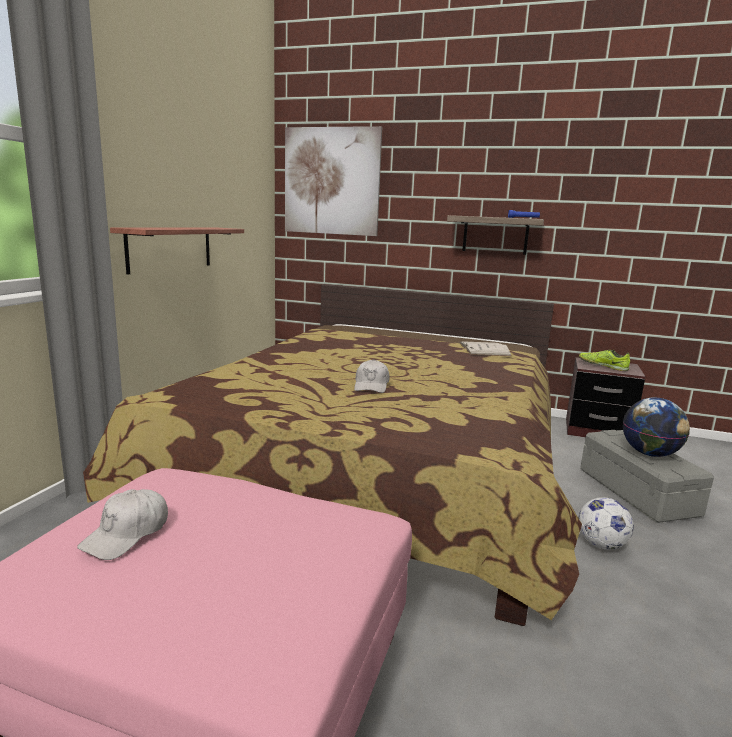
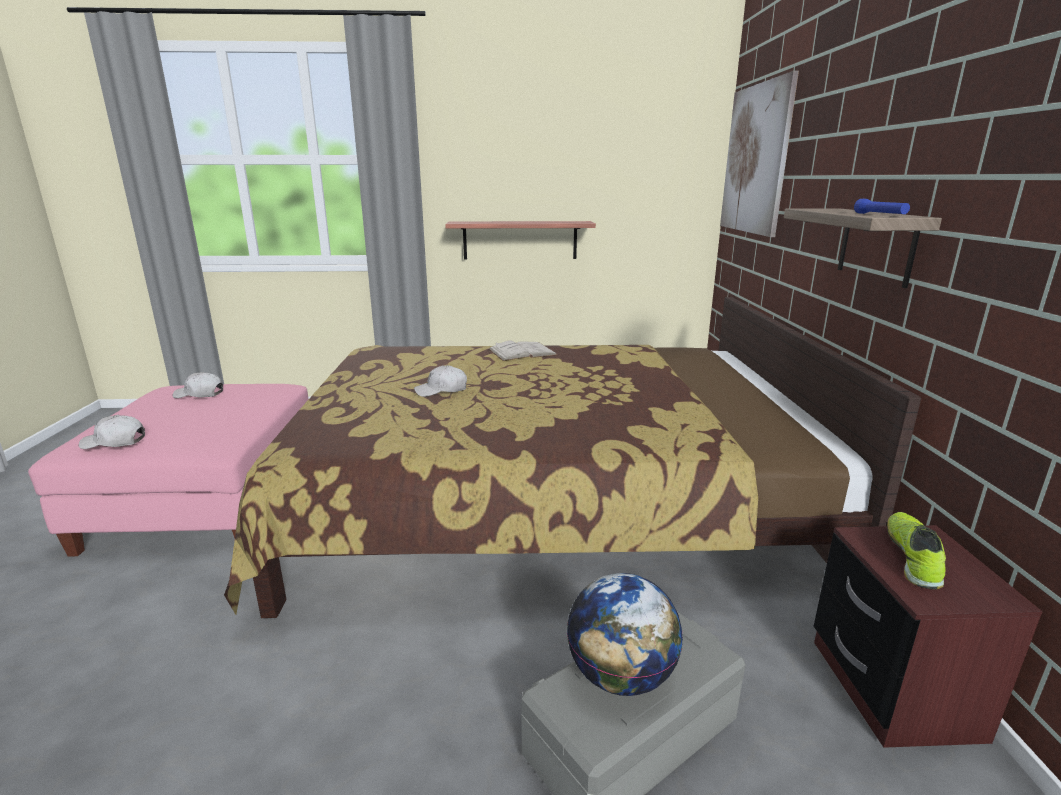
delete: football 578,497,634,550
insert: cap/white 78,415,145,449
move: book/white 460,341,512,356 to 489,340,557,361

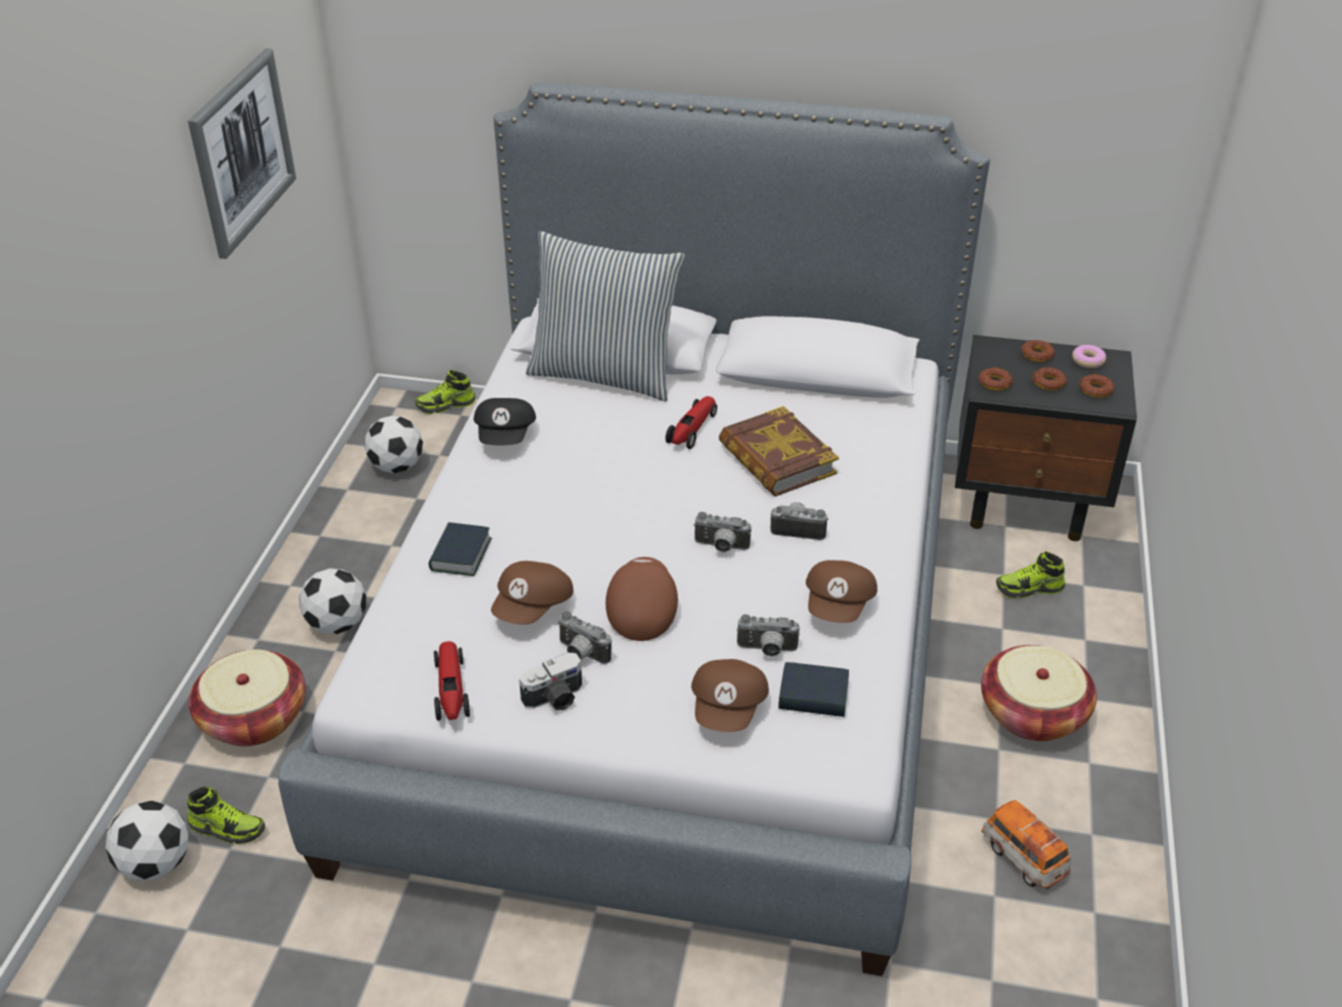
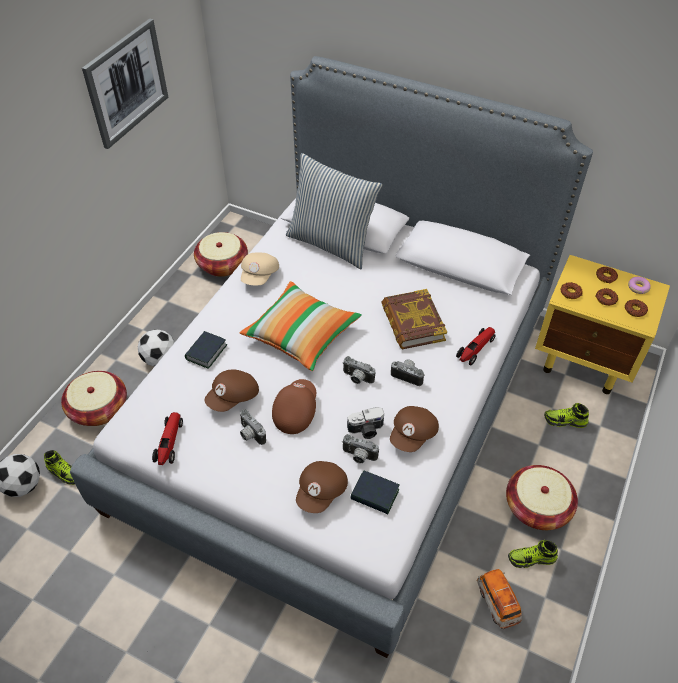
insert: pillow 240,281,362,371
move: shoe 415,370,476,414 to 508,540,558,568; photo camera 519,652,582,711 to 347,407,384,439; toy car 665,396,717,449 to 456,327,496,365
replace: football 364,416,423,473 to basket 194,232,248,277
recolor: cap/black 474,398,536,445 to cap/beige 241,253,279,286; nightstand/black 955,335,1137,541 to nightstand/yellow 535,255,670,394

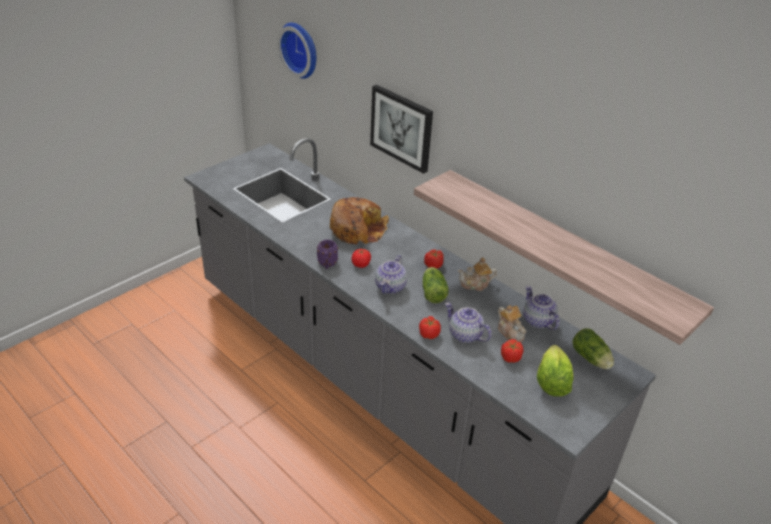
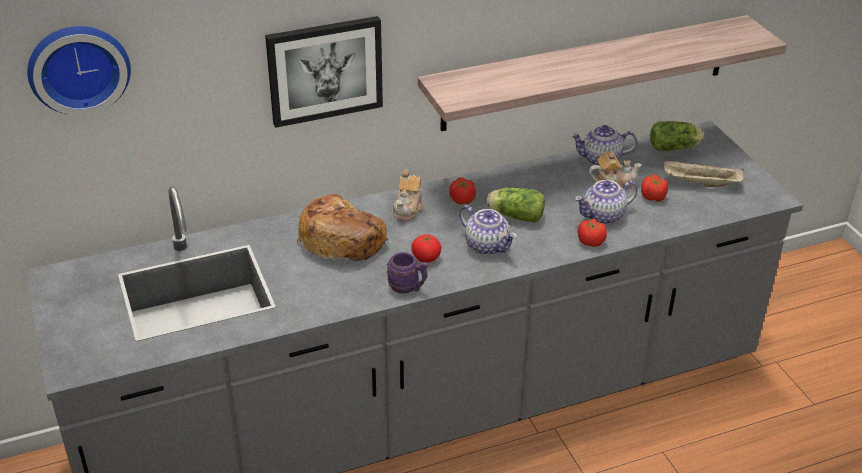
move: teapot 458,257,497,291 to 393,170,423,221
replace: lettuce 537,345,574,397 to tray/beige 664,160,744,187

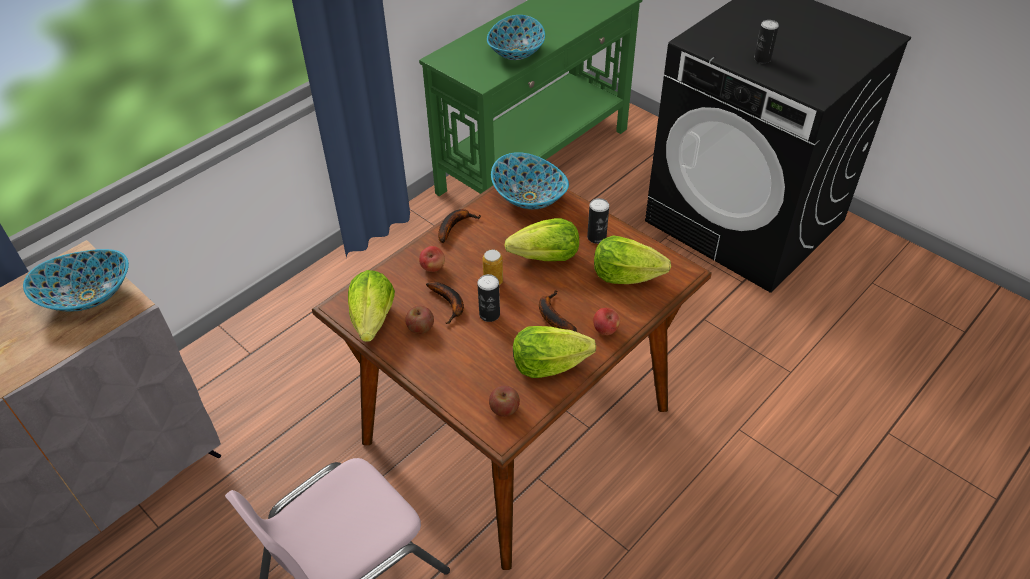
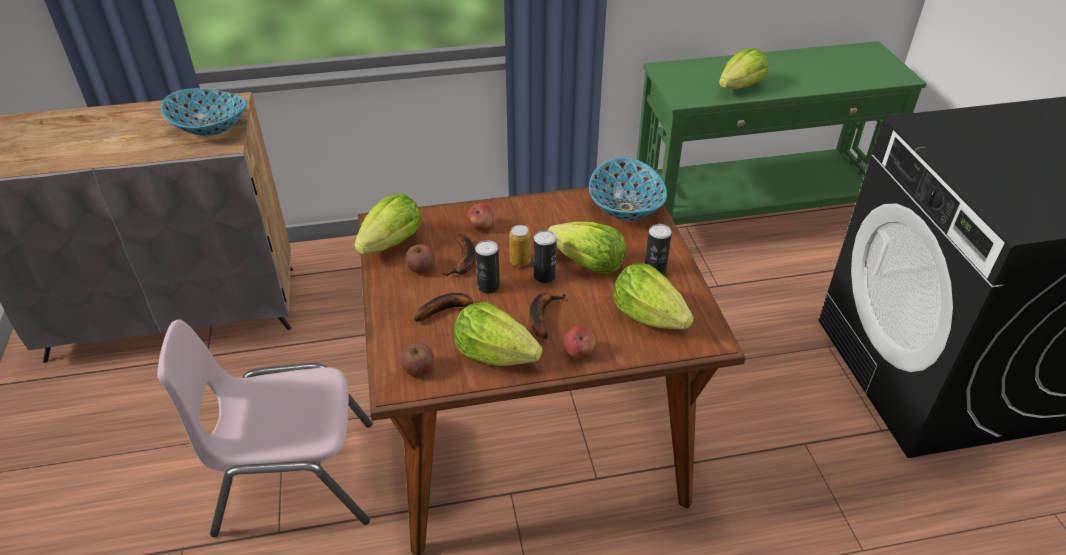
move: banana 438,209,481,243 to 414,293,473,322; can 754,20,779,63 to 534,230,557,283
replace: bowl 487,15,545,60 to lettuce 719,48,768,89

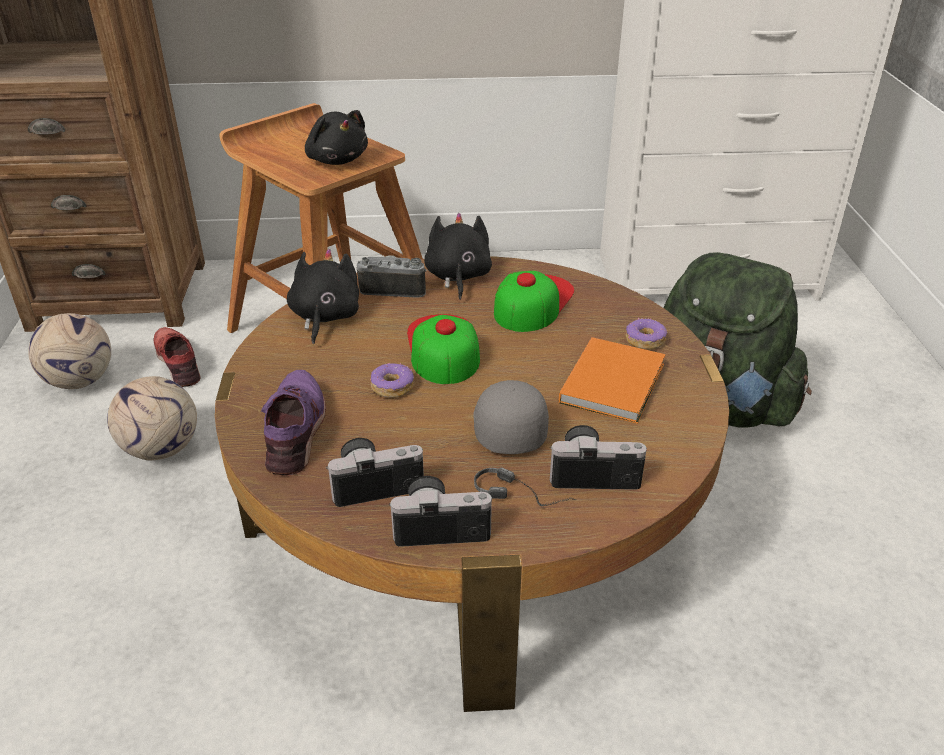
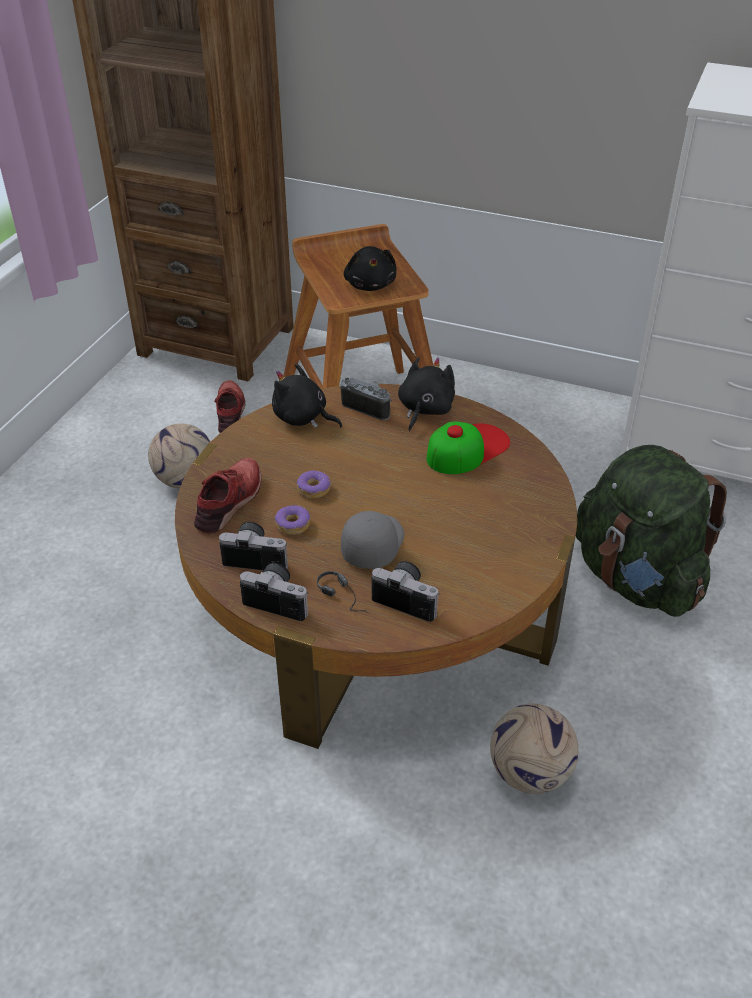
delete: cap 407,314,480,384; book/orange 559,337,665,424
move: football 28,313,111,389 to 490,703,579,794; donut 625,318,667,350 to 274,505,310,535
recolor: shoe/purple 261,370,326,475 to shoe/red 194,458,261,534
rotate: plush toy/black 287,249,359,344 = 272,364,342,428 90 degrees counterclockwise

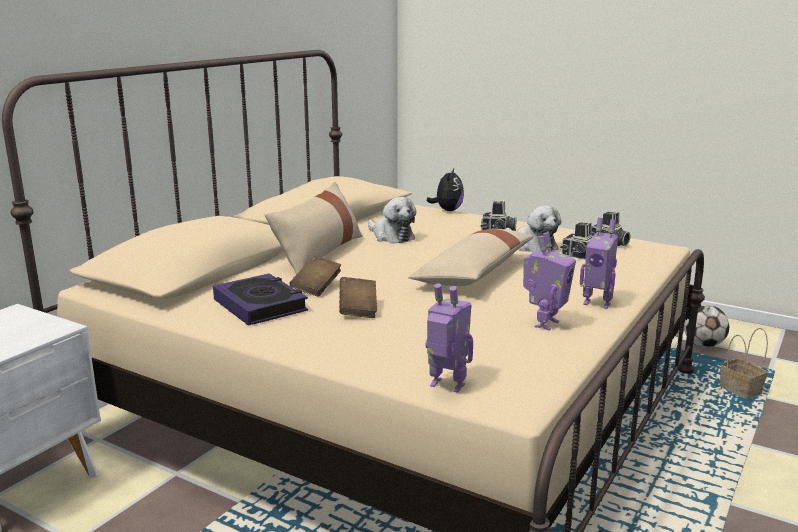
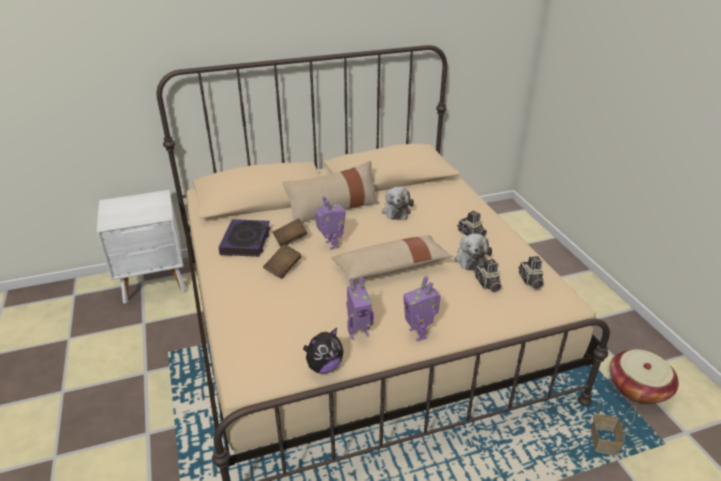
move: toy robot 425,283,473,393 to 315,196,346,250; plush toy 427,168,464,211 to 303,328,343,374
replace: football 684,305,729,347 to basket 610,349,679,404

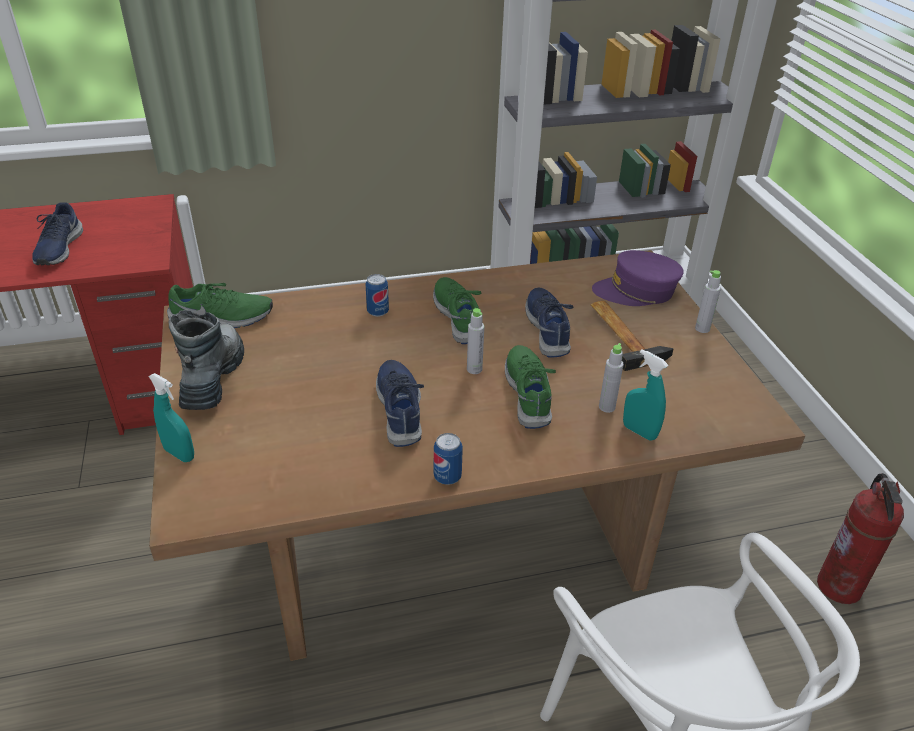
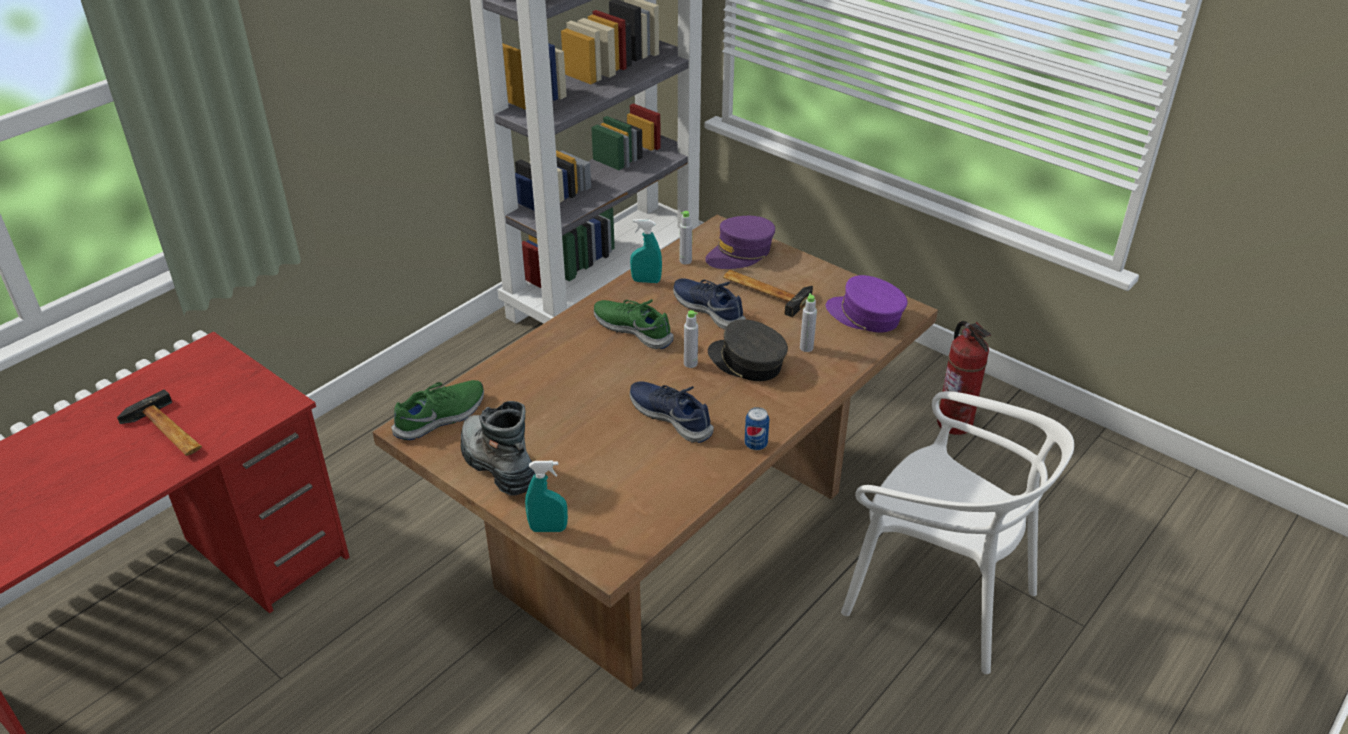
delete: can 366,274,389,317
insert: cap/purple 826,275,907,333
move: spray bottle/turquoise 623,350,668,441 to 630,219,662,283; bottle/grey 695,270,721,333 to 680,211,692,264
replace: shoe/blue 32,202,83,265 to hammer 117,389,202,456; shoe/green 505,345,556,429 to cap/grey 708,319,788,381

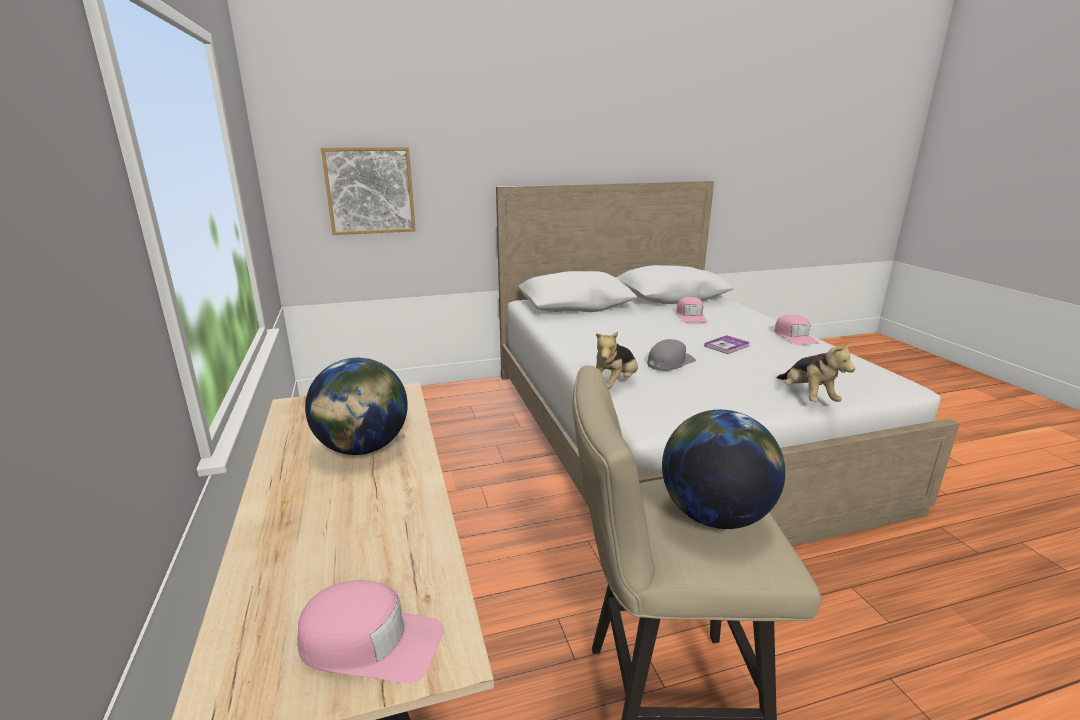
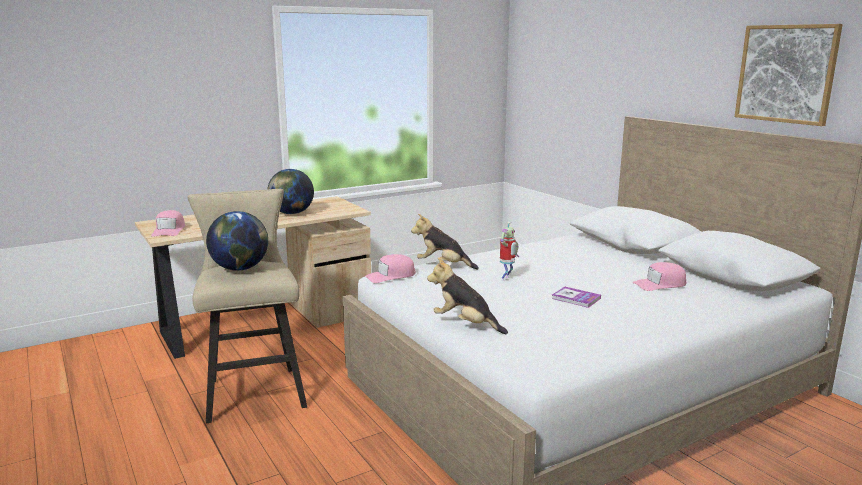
move: picture 321,147,416,235 to 735,24,843,126; cap/pink 774,315,819,345 to 365,254,416,283
replace: cap/grey 647,339,696,371 to toy robot 500,222,519,281
rotate: plush toy 777,340,855,402 = 427,258,508,334 60 degrees clockwise

